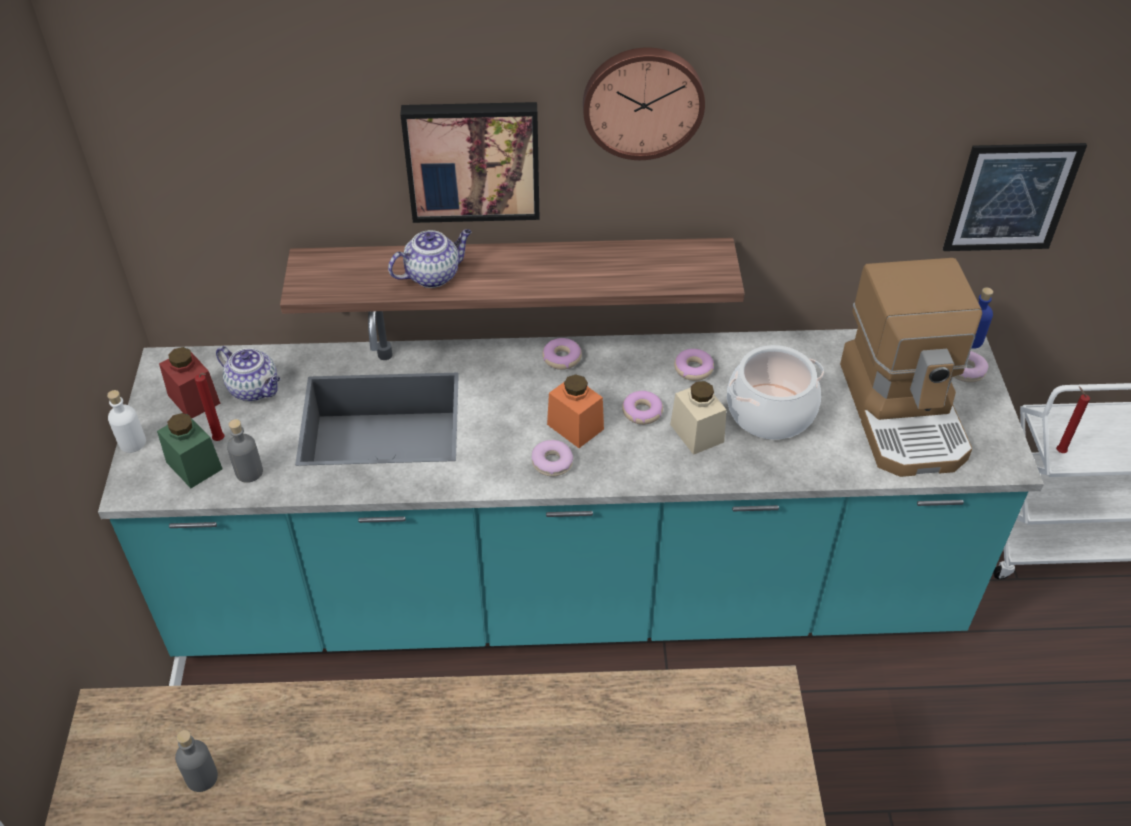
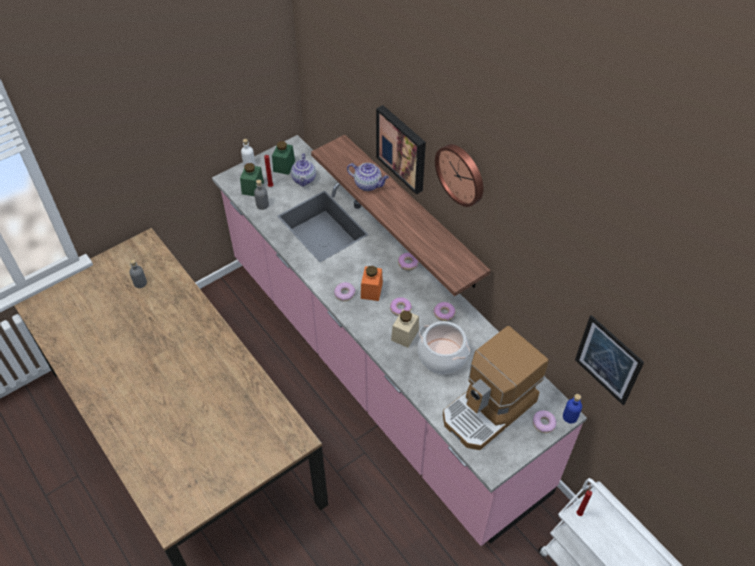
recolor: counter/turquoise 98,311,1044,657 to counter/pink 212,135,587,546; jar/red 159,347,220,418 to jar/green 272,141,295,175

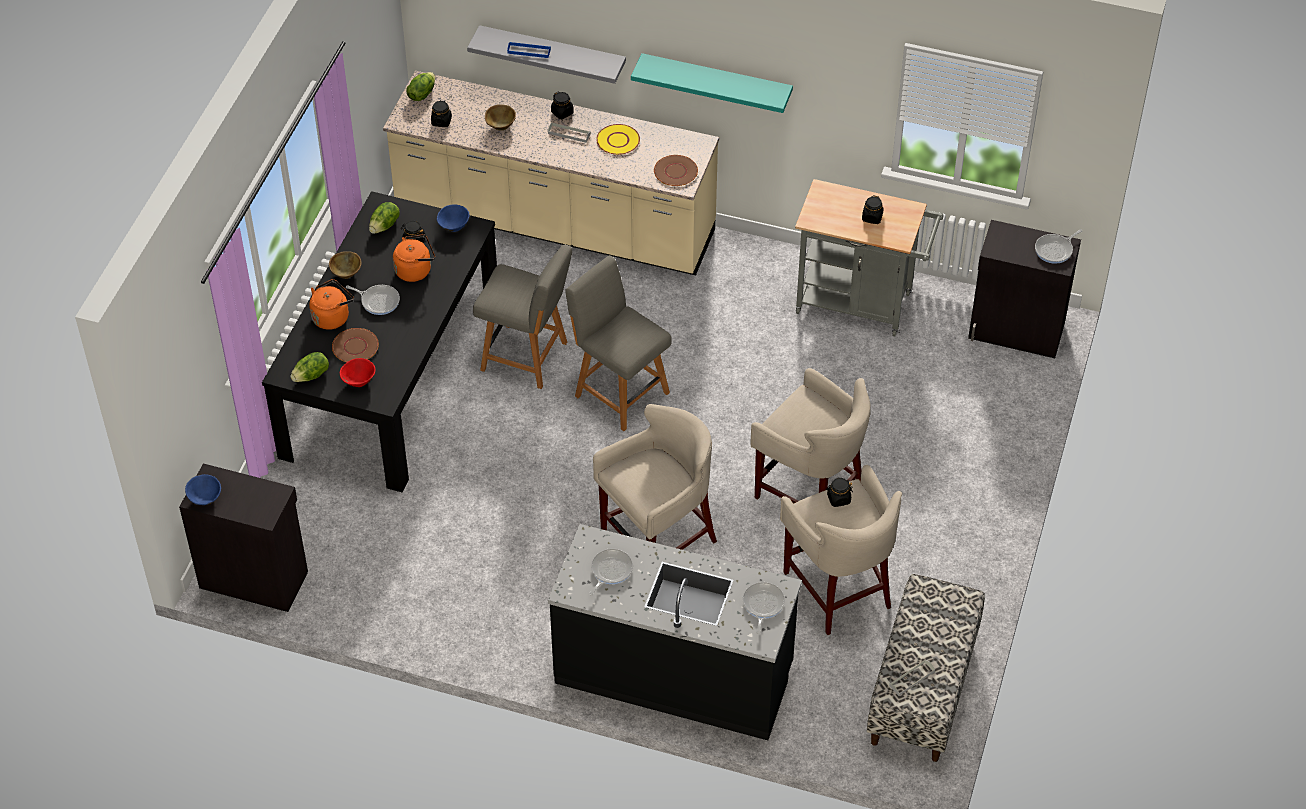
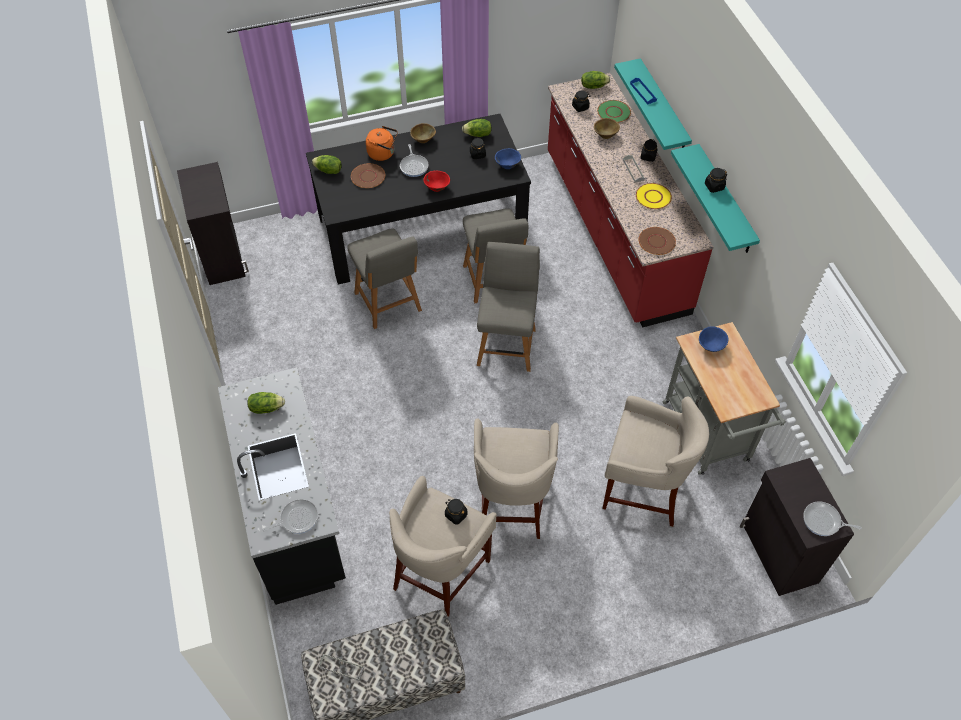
delete: kettle/orange 393,234,435,282
insert: chair/grey 347,228,422,329; plate/green 597,100,631,123
move: bowl/blue 185,474,221,505 to 699,326,729,352; bowl/red 340,358,376,387 to 423,171,450,192; stool/beige 593,404,717,550 to 602,396,709,527; jar/black 862,195,884,224 to 705,168,727,193
replace: frying pan 589,548,633,596 to lettuce 247,392,285,414
recolor: counter/beige 383,71,719,275 to counter/red 548,73,713,328; shelf/grey 467,25,626,84 to shelf/turquoise 614,58,692,150

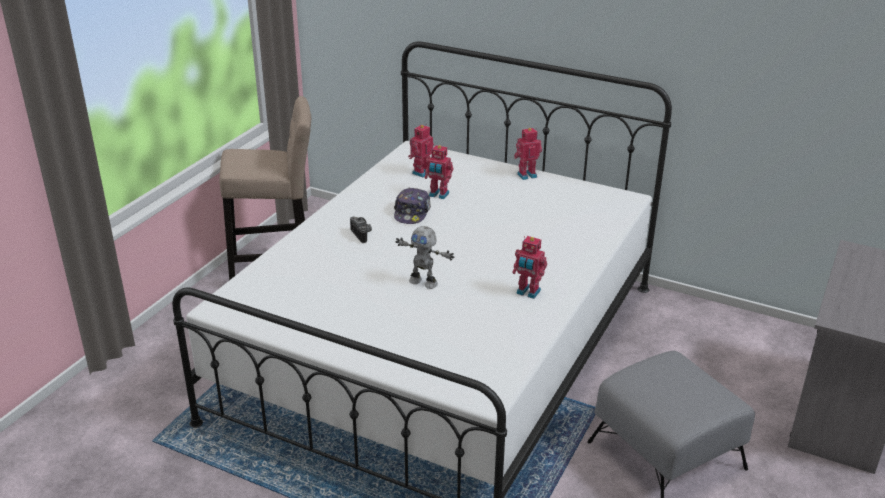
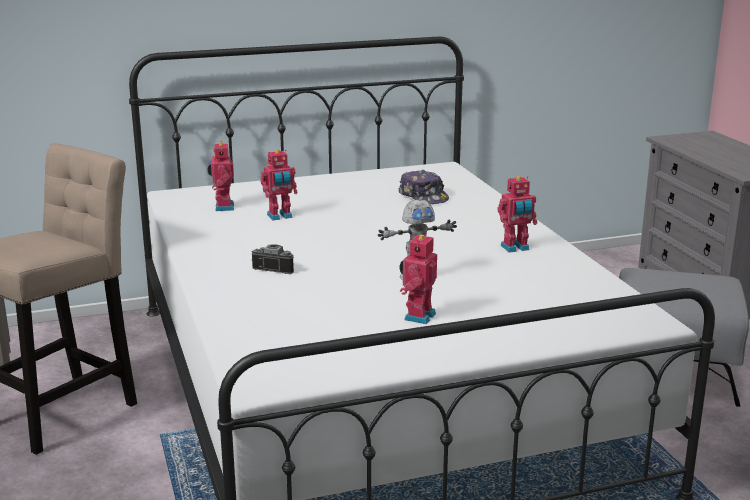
move: cap 394,187,431,224 to 398,170,449,204; toy robot 514,128,542,180 to 400,233,437,324

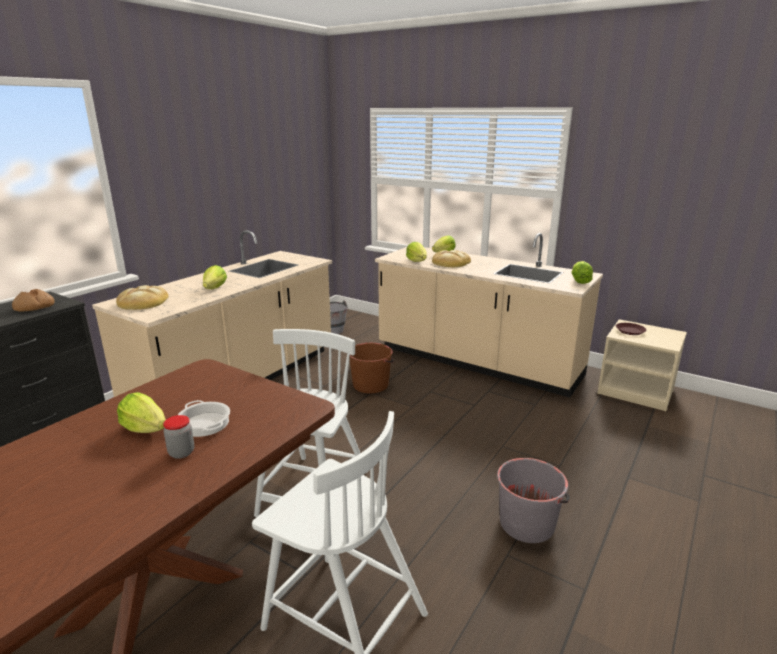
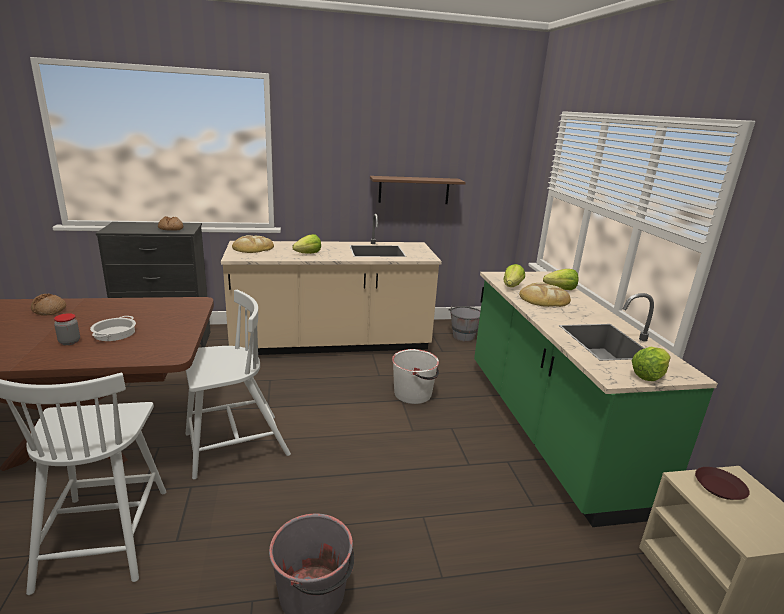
delete: lettuce 117,392,166,433
insert: bread 31,294,66,316; shelf/brown 370,176,466,204
recolor: bucket/brown 350,343,394,393 to bucket/white 392,349,439,404; counter/beige 375,233,603,397 to counter/green 474,272,718,527

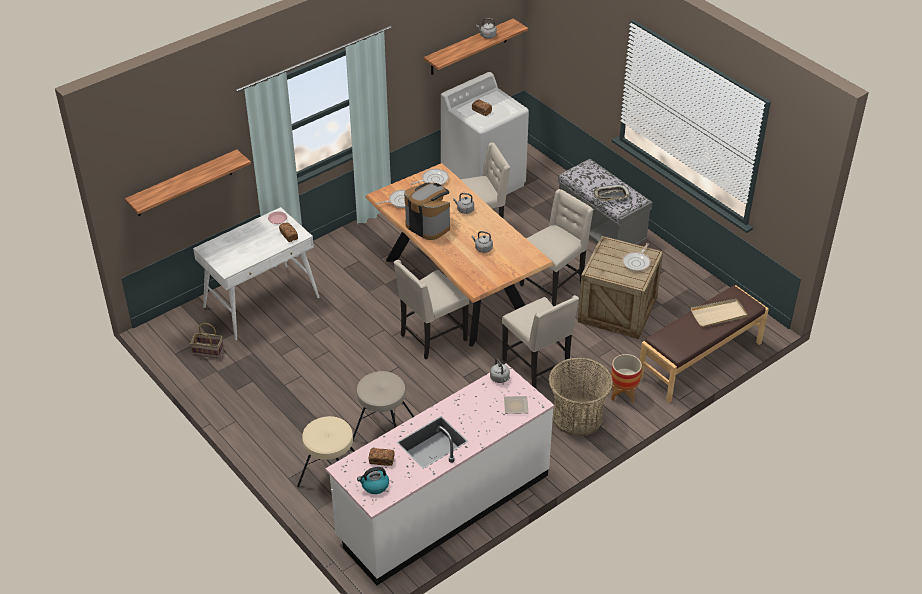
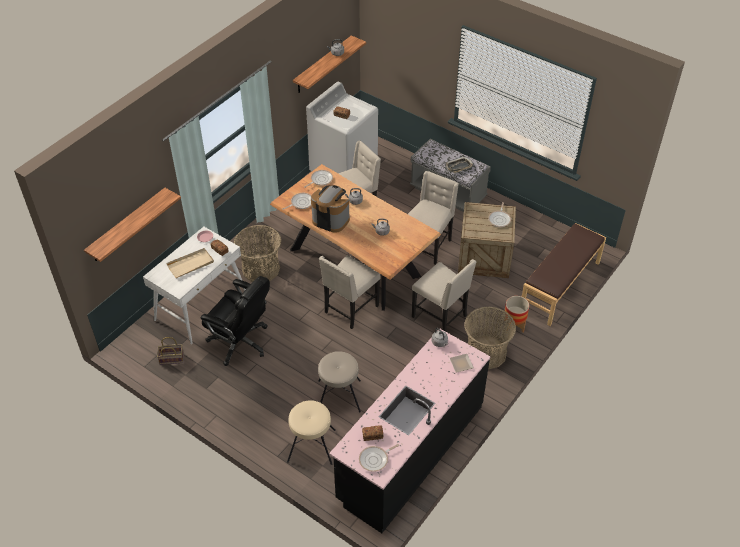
insert: office chair/black 201,276,270,366; basket 234,225,282,282
move: tray/beige 691,299,748,327 to 166,248,214,278
replace: kettle 357,467,389,494 to frying pan 359,444,399,472
recolor: counter/white 325,363,554,585 to counter/black 329,328,491,533

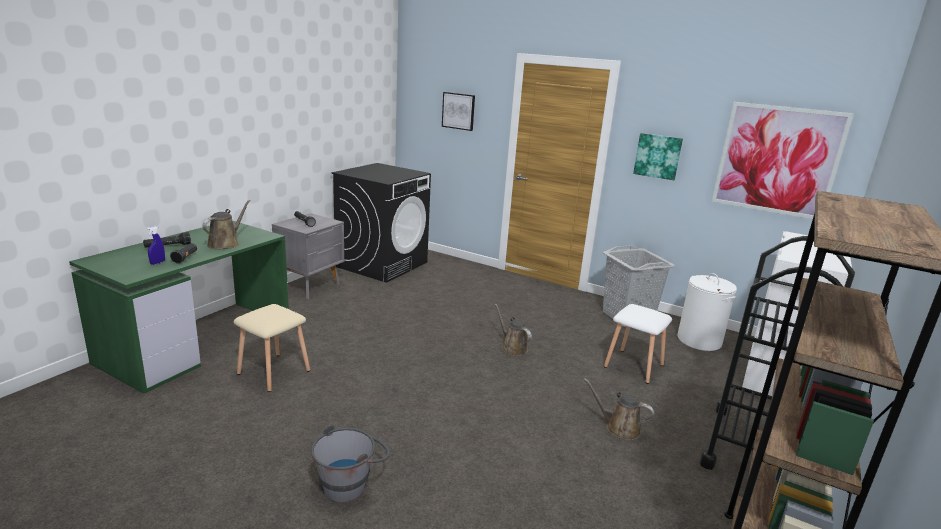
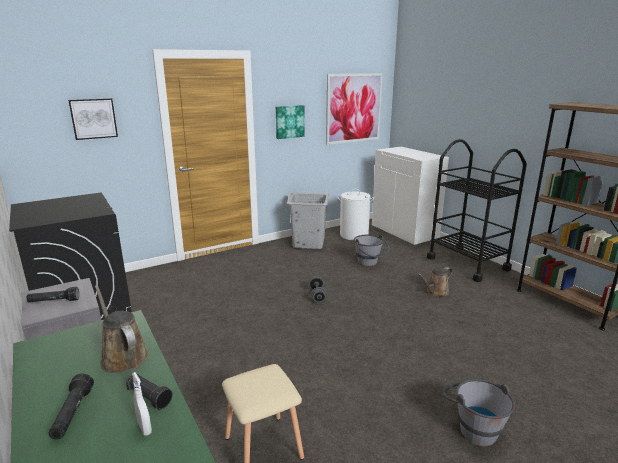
replace: watering can/brown 495,304,532,356 to dumbbell/grey 308,276,327,303; stool/white 604,304,672,384 to bucket/grey 354,235,389,266
recolor: spray bottle/blue 146,226,165,265 to spray bottle/white 132,372,152,436

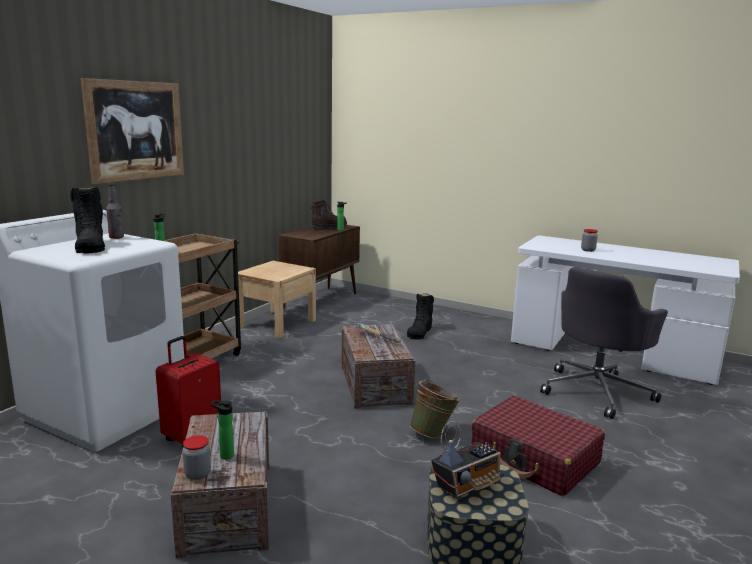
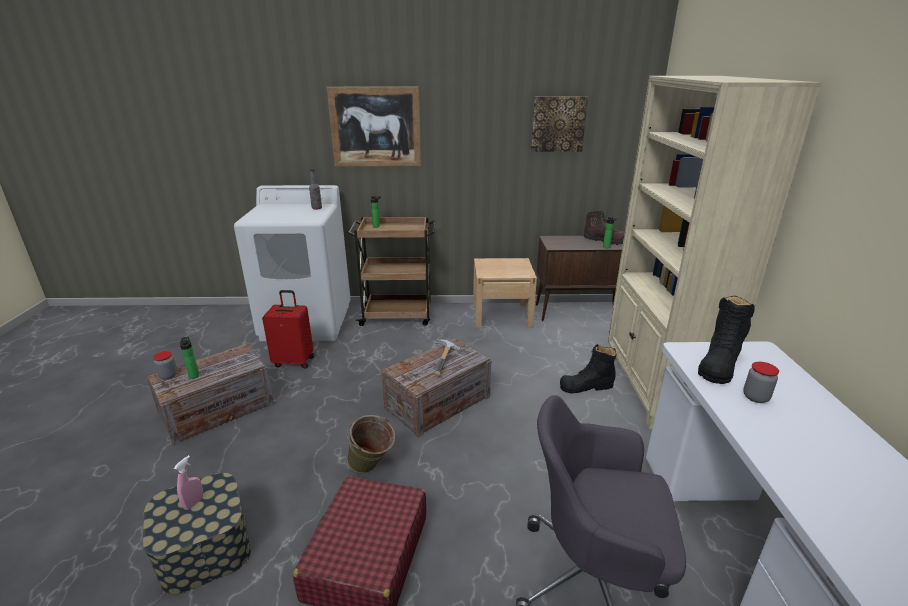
insert: picture 531,96,588,152; bookcase/beige 608,76,822,430
move: boot/black 70,187,105,254 to 698,296,755,384
replace: radio 431,421,501,501 to spray bottle/pink 174,455,203,510

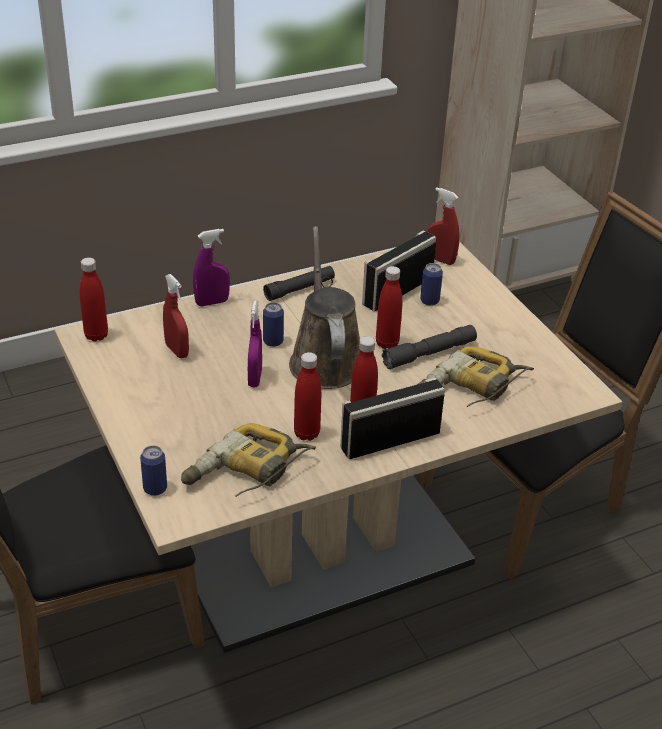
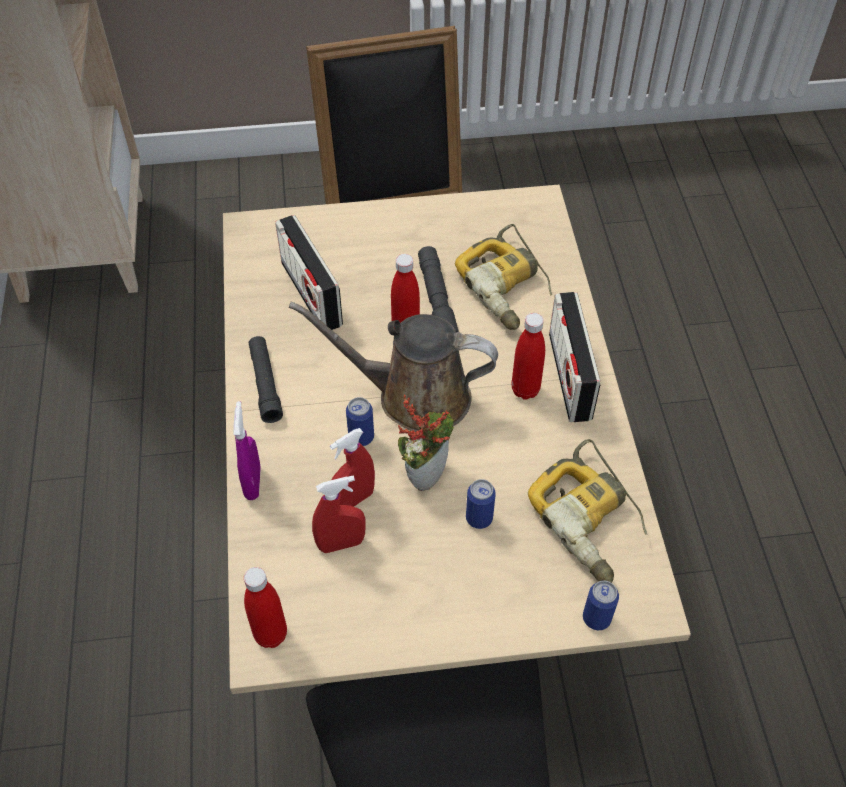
delete: bottle/red 294,352,321,441
move: can 420,263,443,306 to 466,479,496,529; spray bottle/red 427,187,460,265 to 330,428,375,507
replace: spray bottle/purple 248,300,262,387 to potted plant 398,395,454,491

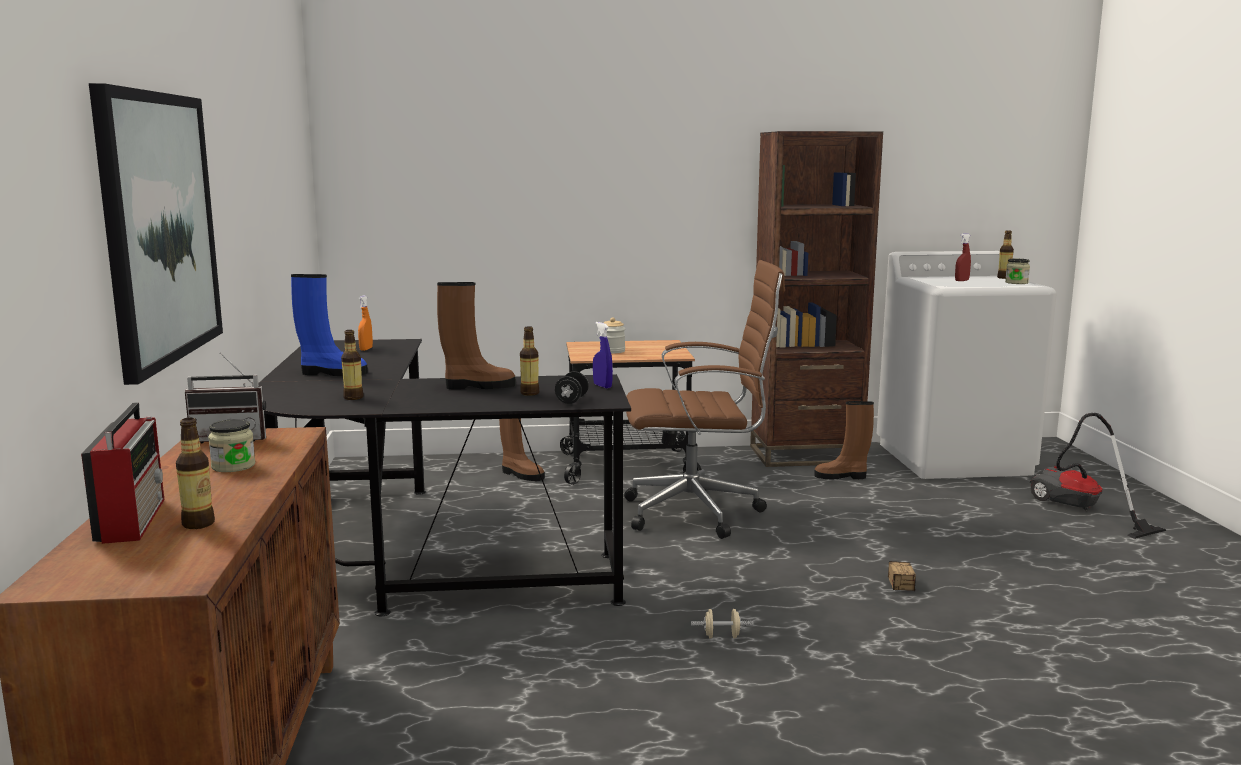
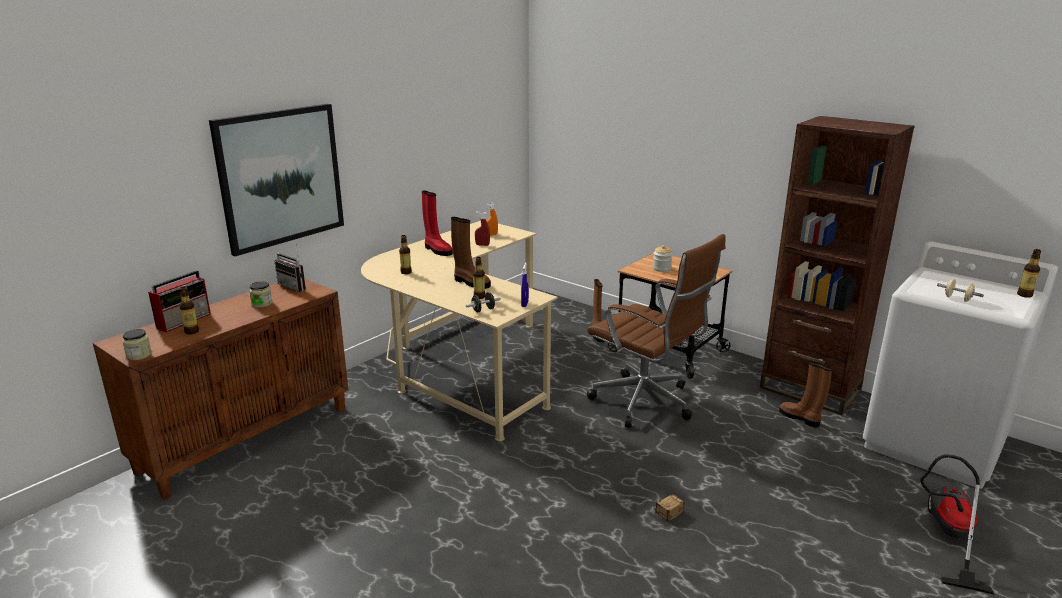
move: dumbbell/beige 691,609,754,639 to 937,279,984,302; spray bottle/red 955,233,971,281 to 475,212,490,246; jar 1005,259,1030,284 to 122,329,152,360
recolor: desk/black 258,339,631,616 to desk/beige 361,221,558,441; boot/blue 291,274,368,376 to boot/red 422,191,453,256

